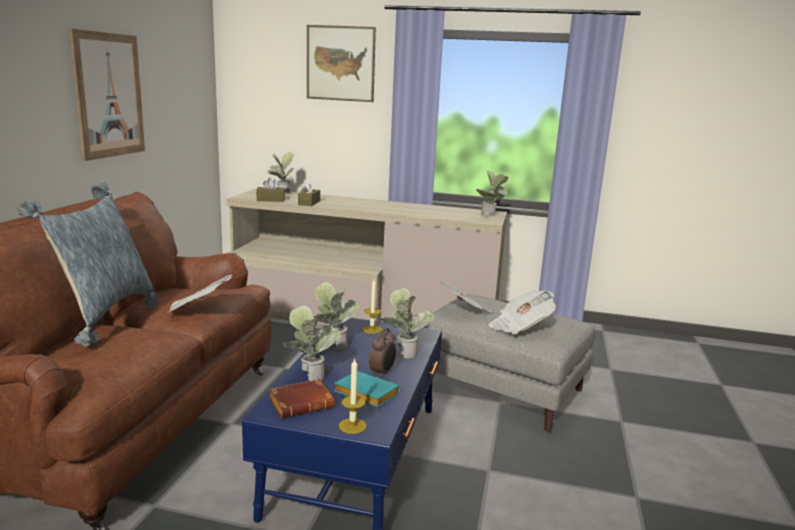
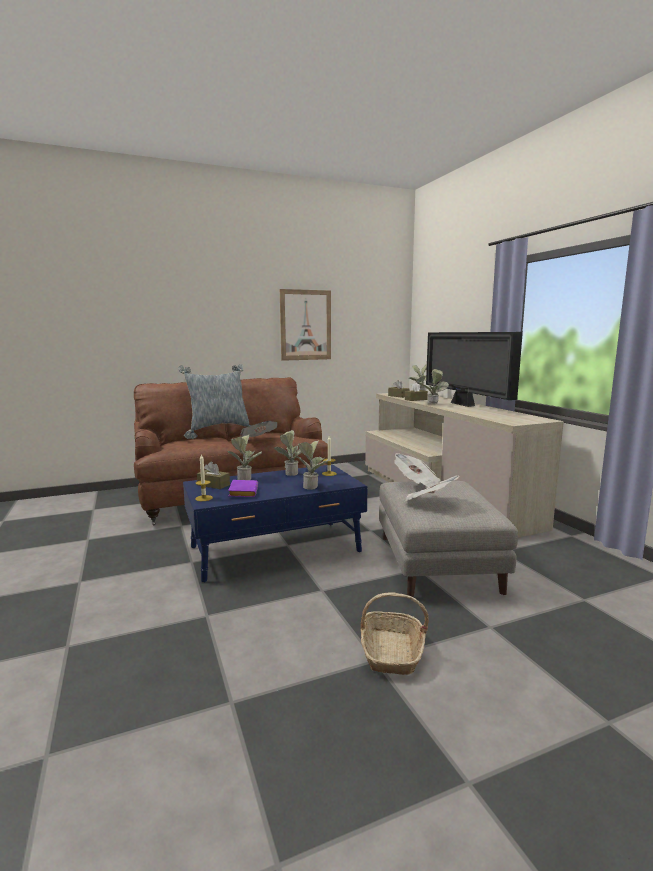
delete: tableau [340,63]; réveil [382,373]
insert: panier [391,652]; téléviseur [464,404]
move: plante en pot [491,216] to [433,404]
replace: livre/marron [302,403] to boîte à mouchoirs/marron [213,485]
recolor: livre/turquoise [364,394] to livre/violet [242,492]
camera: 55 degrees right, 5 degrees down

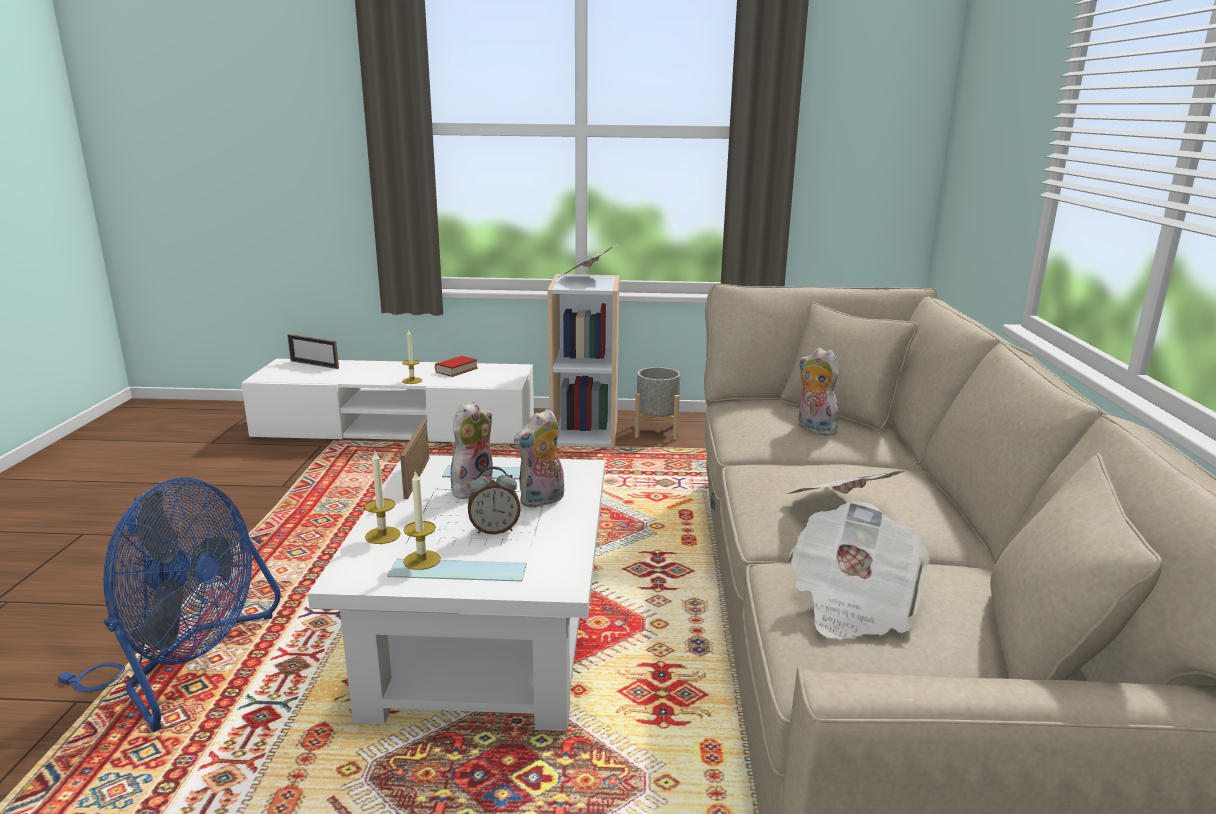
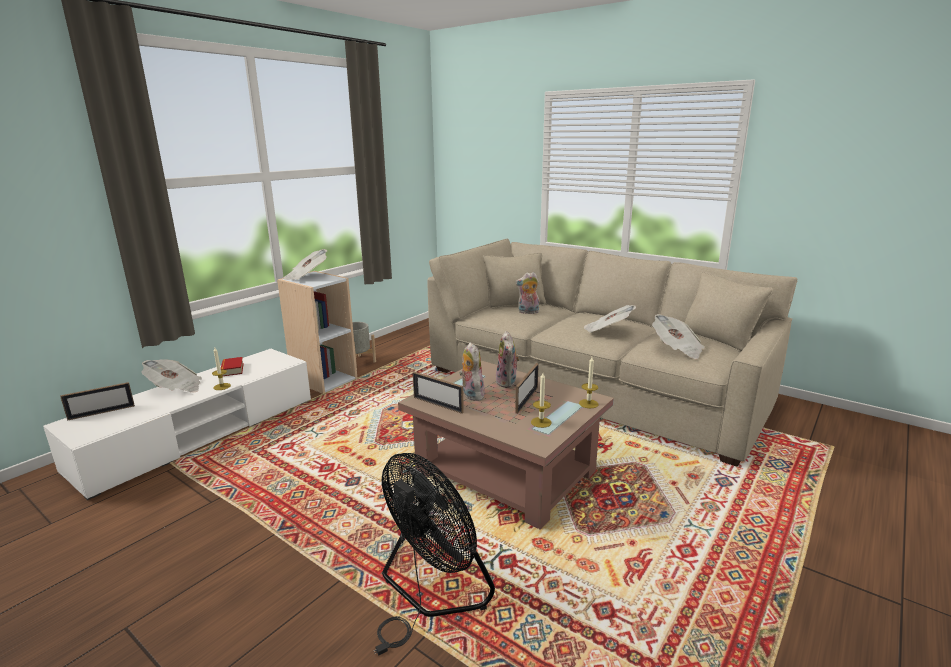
insert: journal [176,388]
move: bougie [382,535] to [588,403]
replace: réveil [494,530] to cadre photo [527,400]
recolor: ventilateur/bleu [181,668] to ventilateur/noir [422,589]; table basse/blanc [486,640] to table basse/marron [506,472]
camera: 55 degrees left, 0 degrees up

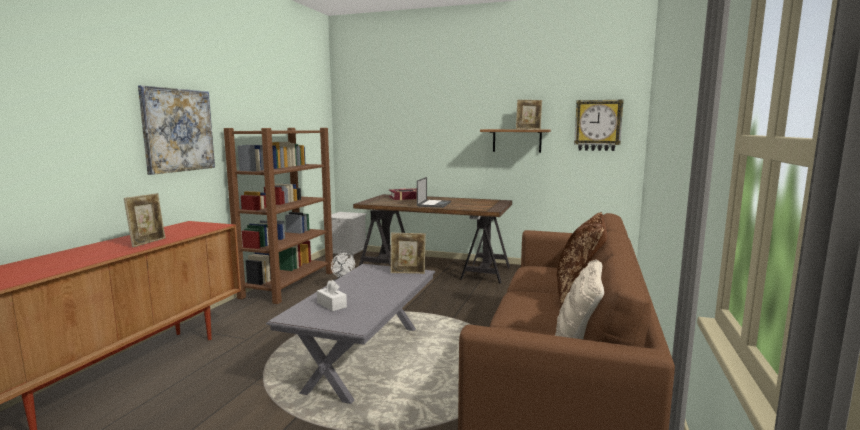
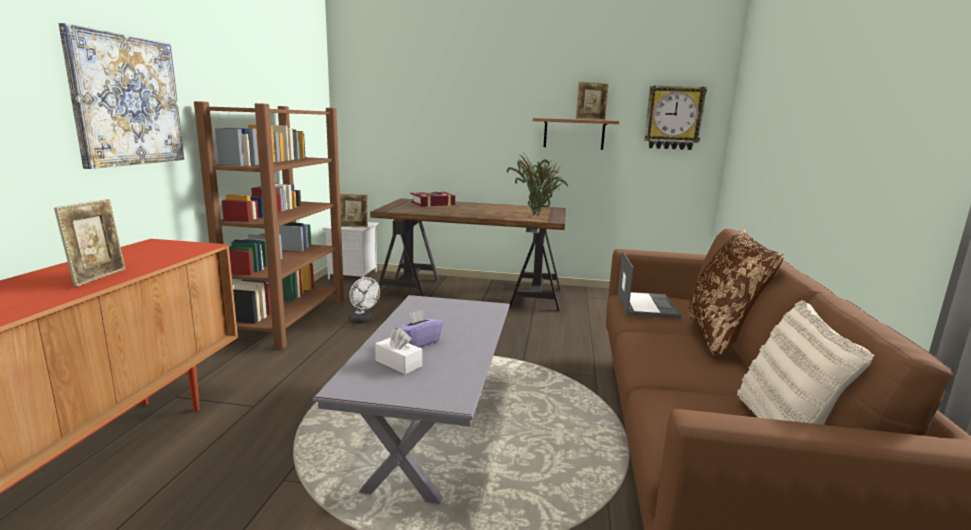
insert: boîte à mouchoirs/violet [418,342]; plante en pot [536,215]
move: cadre photo [408,273] to [354,227]; ordinateur portable [434,204] to [646,305]
camera: 10 degrees left, 5 degrees up

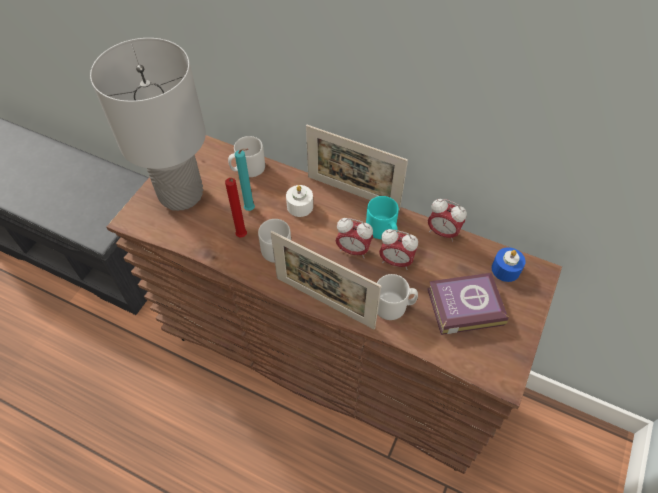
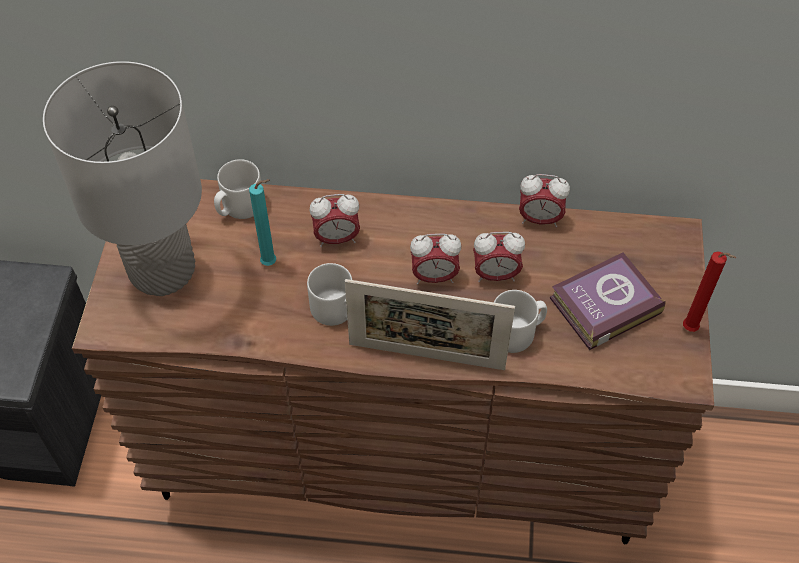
delete: cadre photo [353,193]; mug/turquoise [382,230]; bougie/bleu [505,269]
move: bougie/rouge [242,237] to [692,330]
replace: bougie/blanc [300,206] to réveil [336,238]
camera: 20 degrees left, 0 degrees up

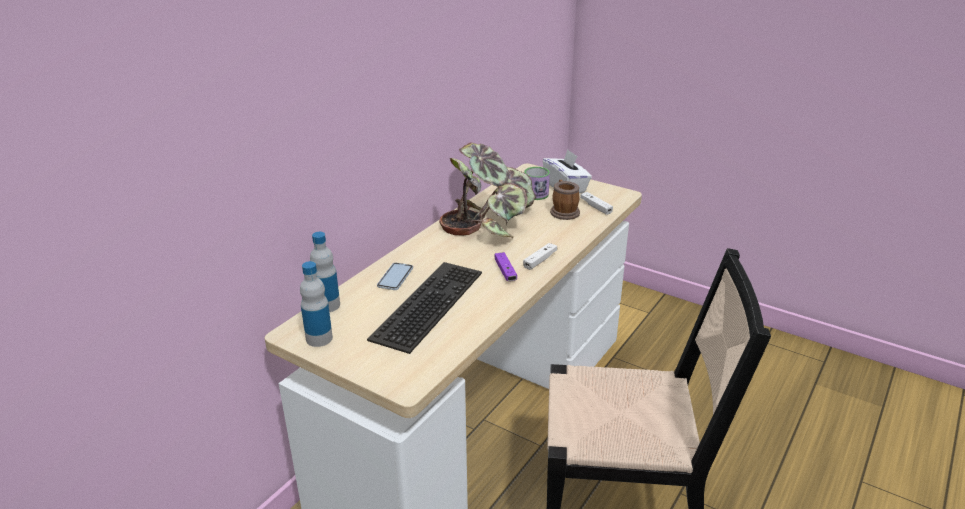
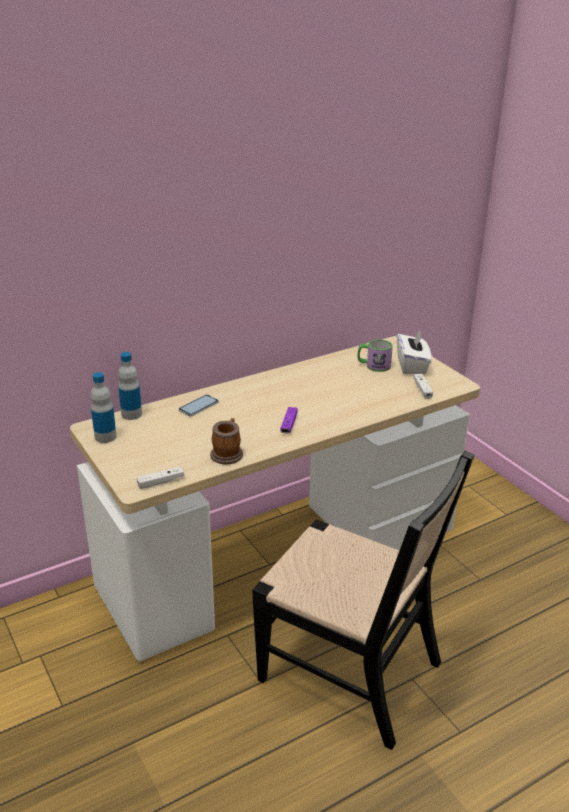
delete: clavier [426,303]; plante en pot [489,222]
move: manette/blanc [540,260] to [161,482]; mug [563,211] to [227,453]
camera: 25 degrees right, 0 degrees up

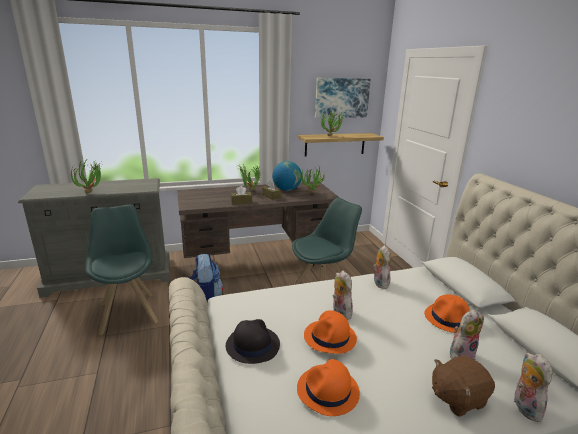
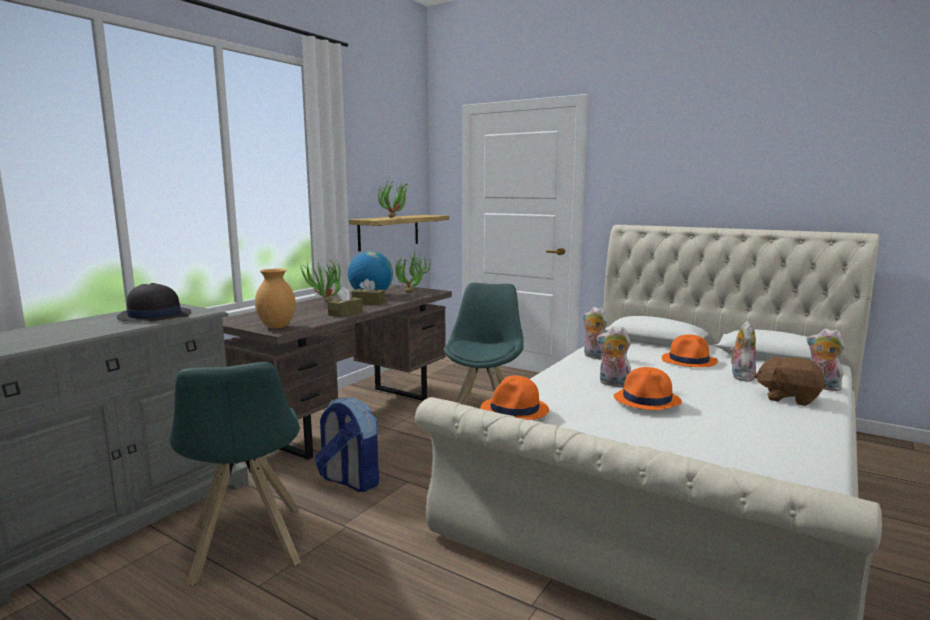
delete: plante en pot [92,192]; tableau [341,98]
insert: vase/marron [276,327]
move: chapeau/noir [252,345] to [154,316]; chapeau/orange [327,391] to [514,410]
rotate: chaise/turquoise [128,313] = [247,544] 135 degrees counterclockwise; peluche/marron [457,398] = [788,398] 90 degrees clockwise
camera: 40 degrees left, 10 degrees down

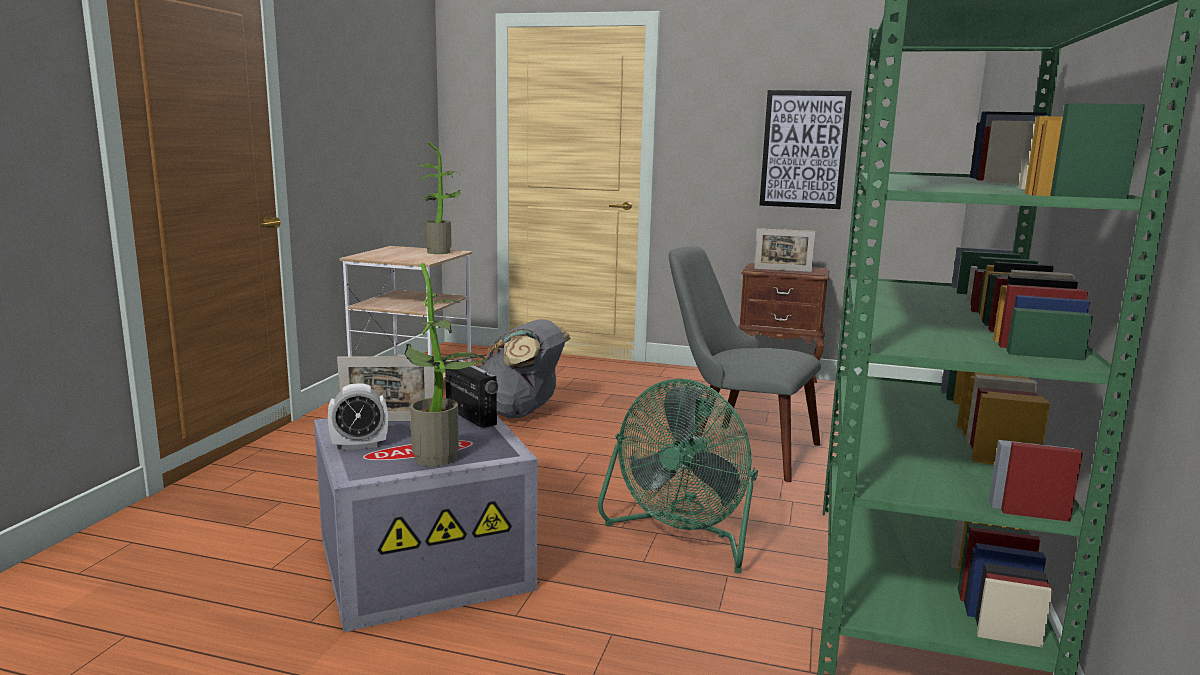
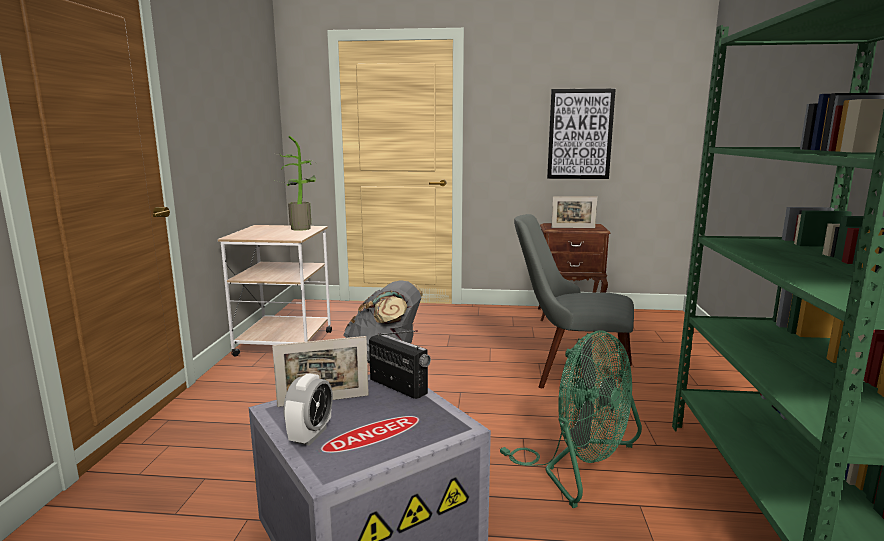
delete: plante en pot [443,457]
rotate: réveil [359,445] = [310,435] 45 degrees counterclockwise; ventilateur/vert [680,533] = [577,465] 75 degrees counterclockwise
camera: 10 degrees left, 0 degrees up

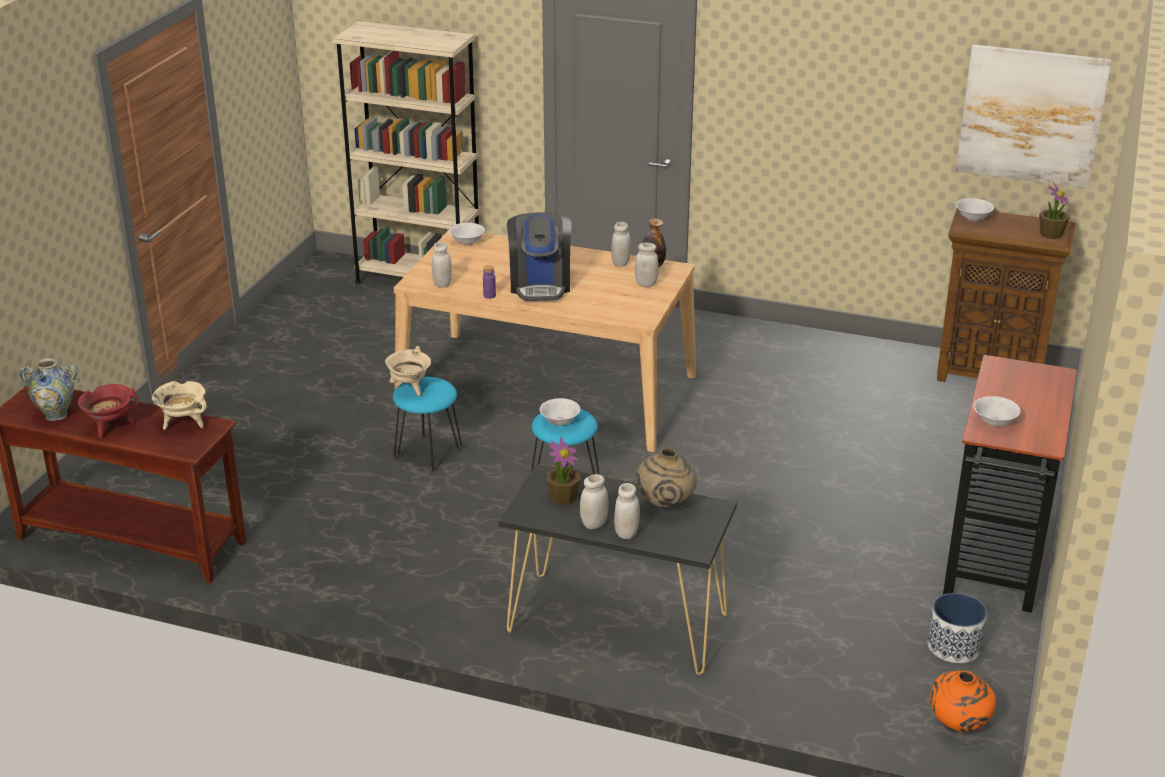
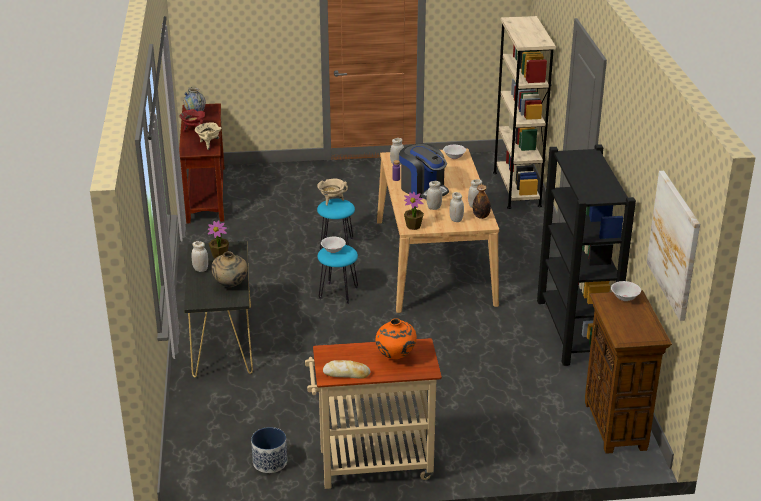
delete: bol/blanc [994,422]
insert: pain [346,373]; bibliothèque/noir [575,330]
move: vase/orange [958,727] to [396,357]; plante en pot [1051,234] to [413,226]; bocal/blanc [626,533] to [434,208]
recolor: chariot/noir [995,560] to chariot/beige [373,465]
rotate: machine à café [540,284] = [423,189] 105 degrees counterclockwise
camera: 65 degrees right, 0 degrees up

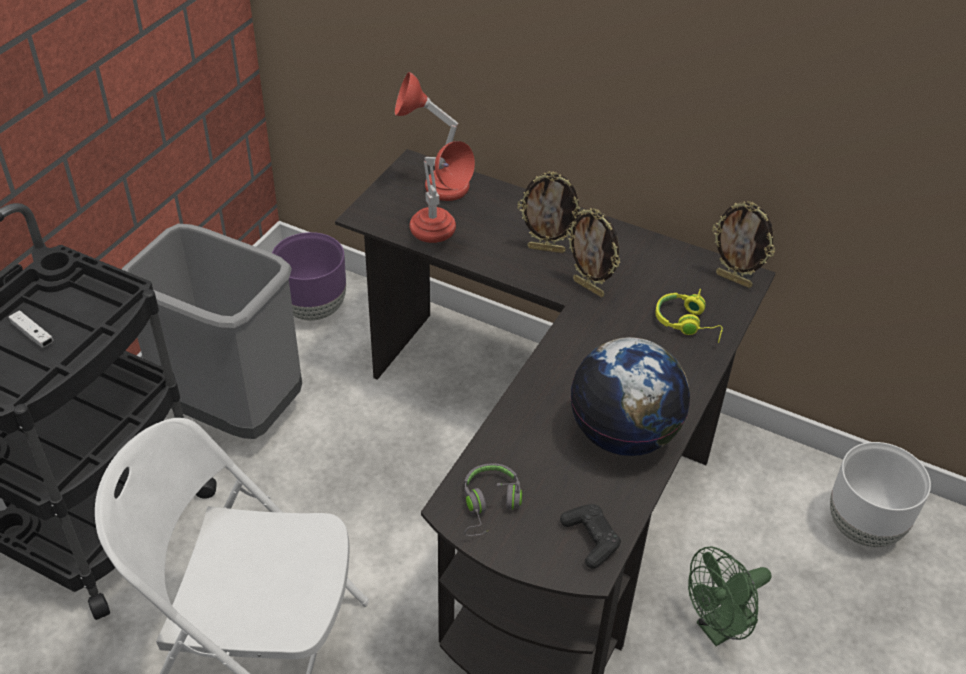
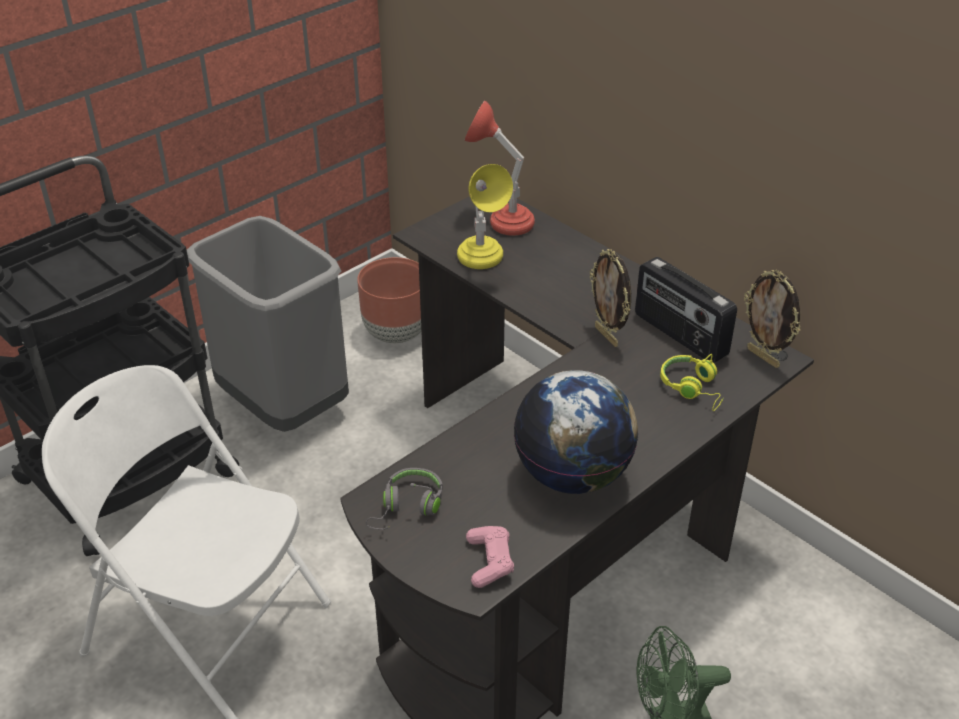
delete: manette/blanc [32,334]; cadre photo [546,249]; cache-pot/blanc [862,526]
insert: radio [679,335]
recolor: cache-pot/violet [314,308] to cache-pot/marron [397,333]; lampe de table/rouge [439,237] to lampe de table/jaune [483,265]; manette/noir [590,539] to manette/rose [489,562]
camera: 20 degrees right, 5 degrees down

